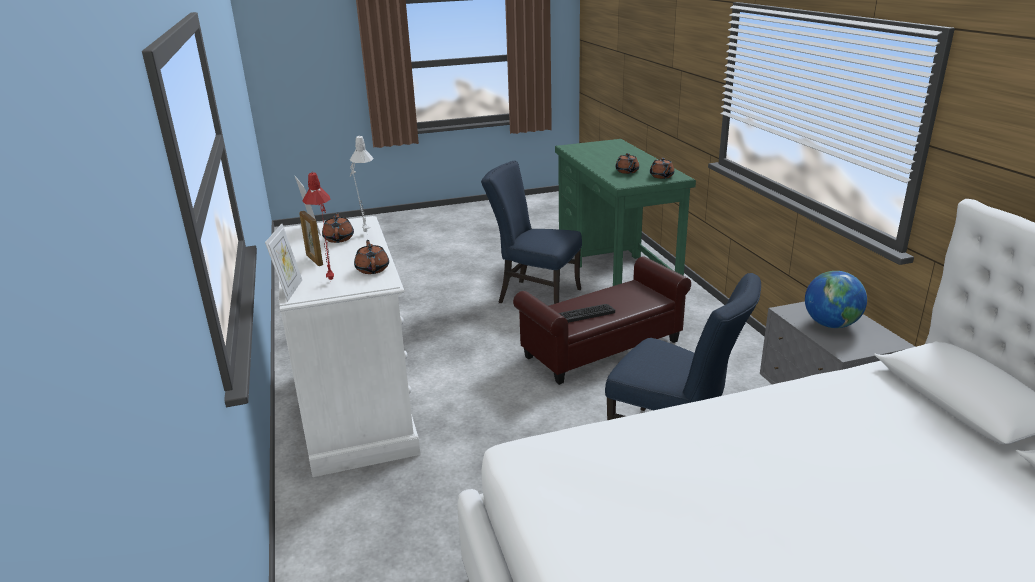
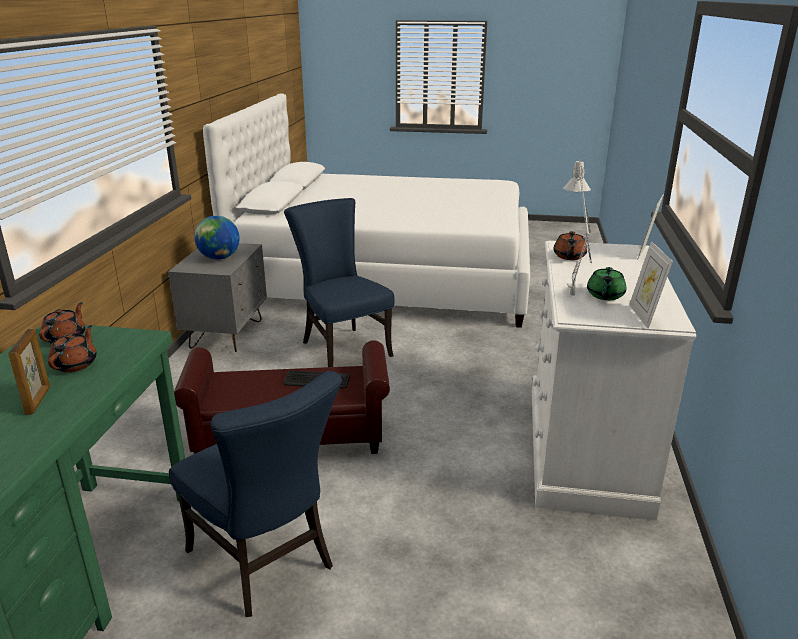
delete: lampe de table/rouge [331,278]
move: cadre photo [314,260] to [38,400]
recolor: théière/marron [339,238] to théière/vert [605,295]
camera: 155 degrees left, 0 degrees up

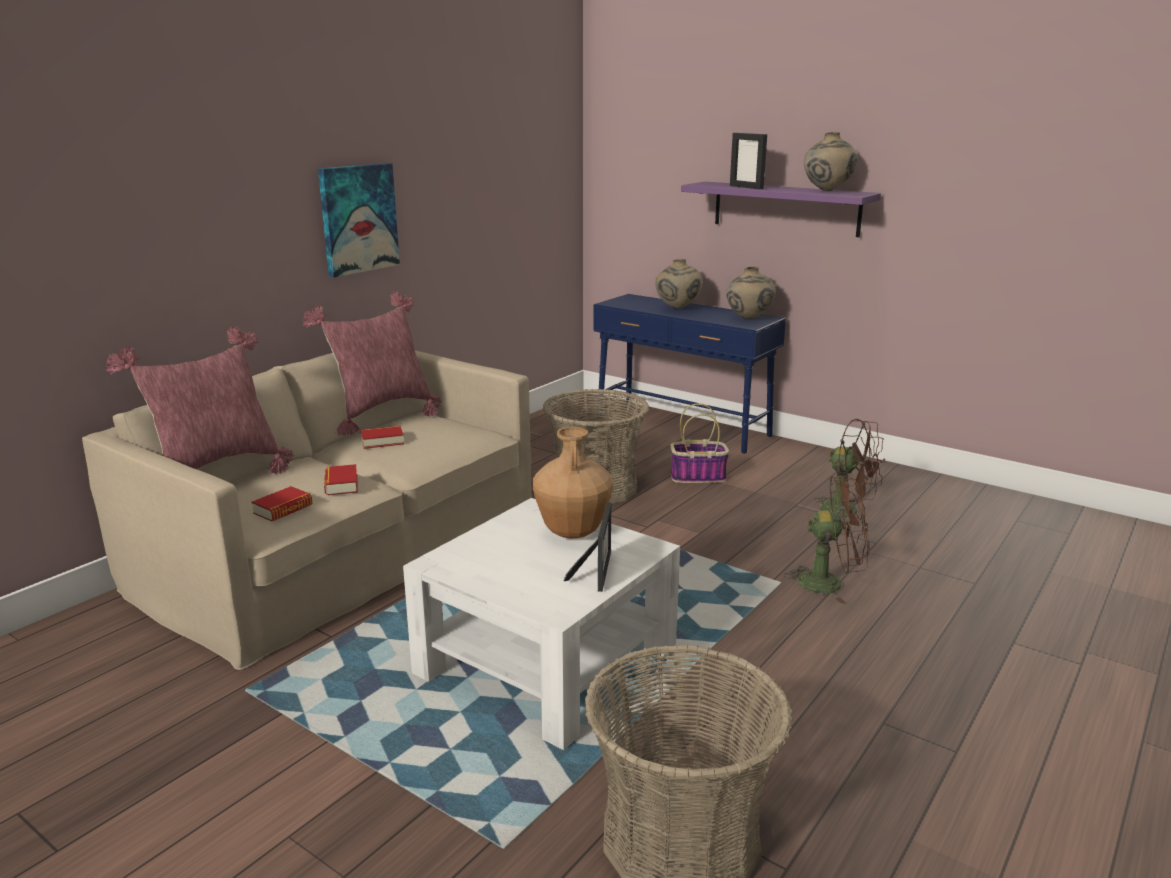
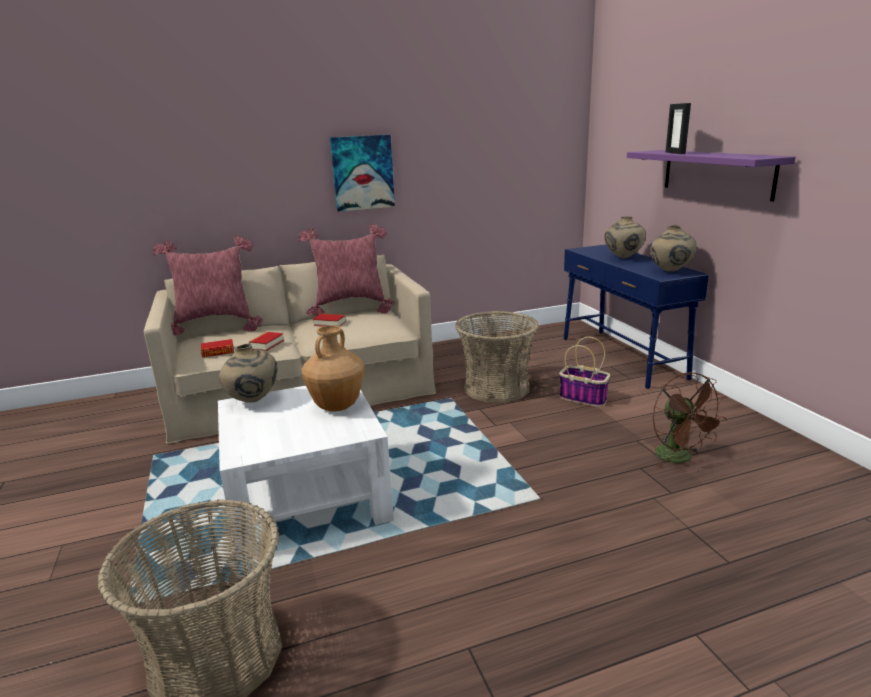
delete: cadre photo [596,570]; ventilateur/marron [829,583]
move: vase/beige [828,191] to [253,402]
camera: 35 degrees right, 0 degrees up

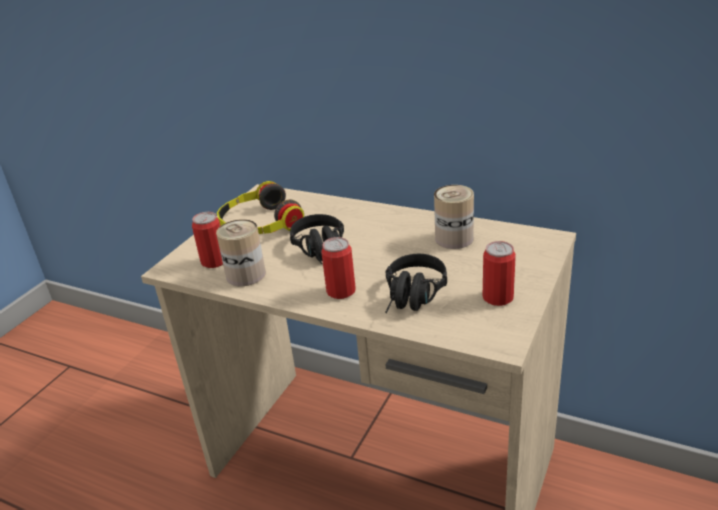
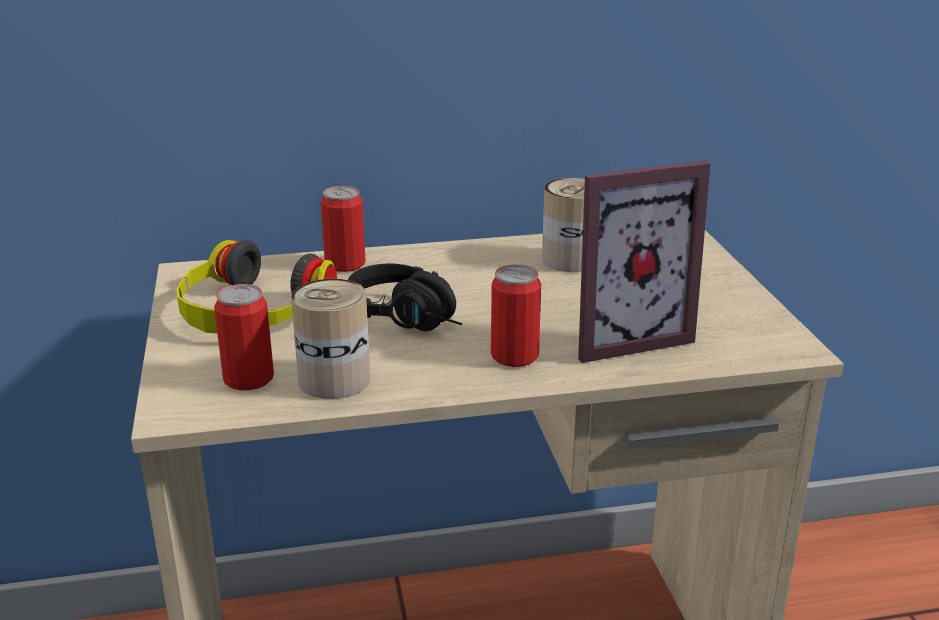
move: boîte métallique [498,297] to [345,264]
replace: casque audio/noir [413,299] to cadre photo [622,336]
camera: 40 degrees left, 5 degrees down

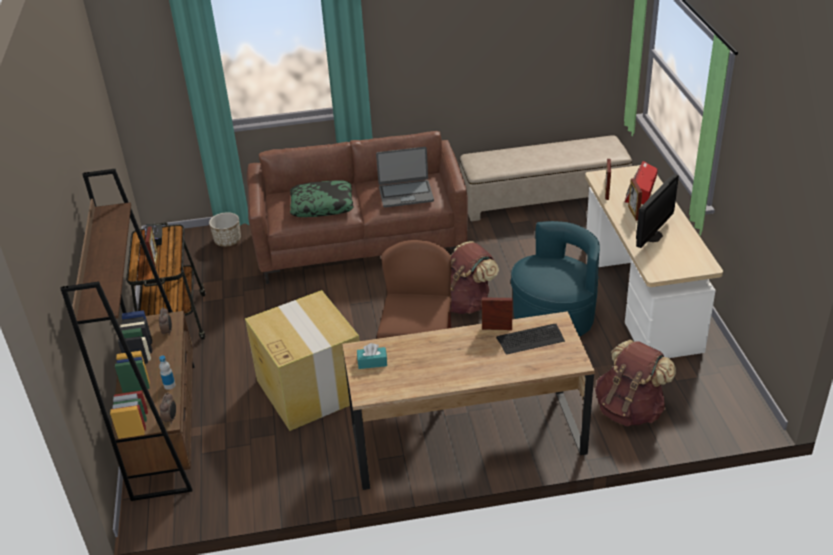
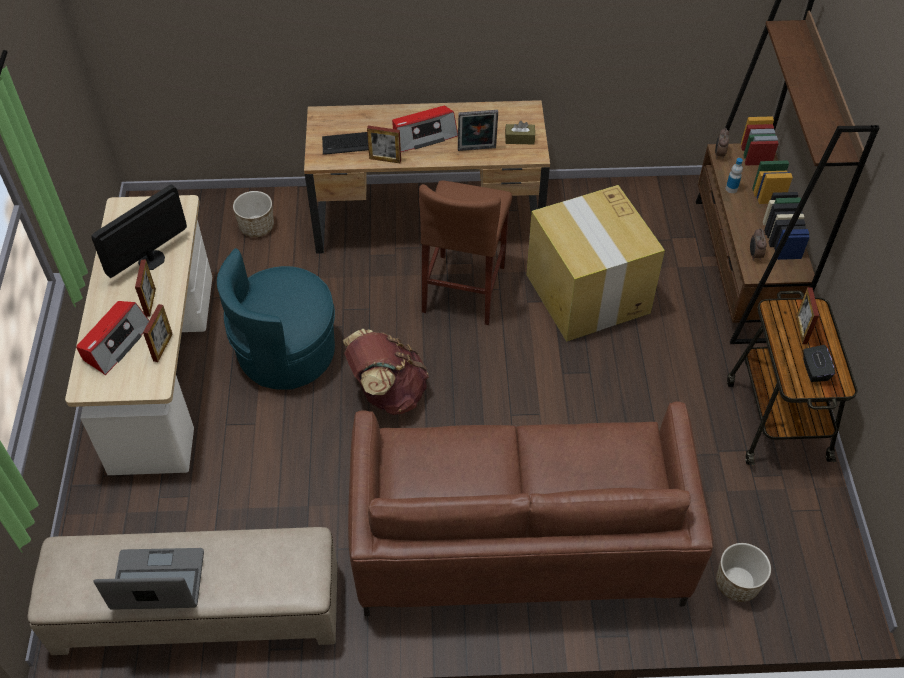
delete: coussin [322,205]
insert: radio [423,135]; cadre photo [477,150]
move: ordinateur portable [406,194] to [158,582]
replace: sac à dos/marron [630,410] to cache-pot [257,227]
recolor: boîte à mouchoirs/turquoise [372,362] to boîte à mouchoirs/marron [519,139]
camera: 175 degrees left, 15 degrees up

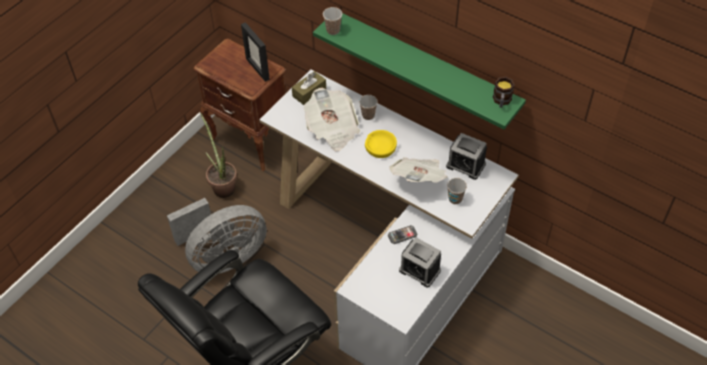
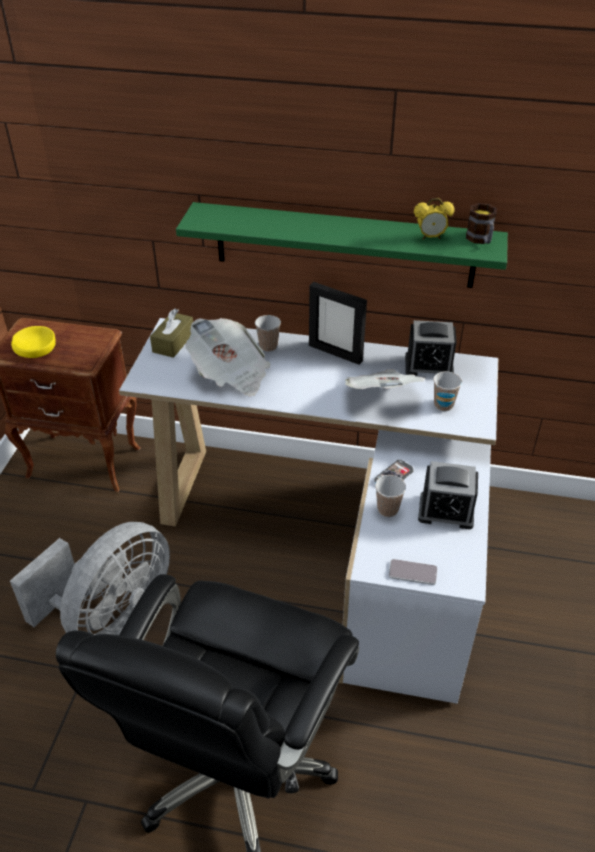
delete: plante en pot [222,186]
insert: téléphone [412,572]; réveil [430,237]
move: bol/jaune [380,147] to [35,347]; cadre photo [258,69] to [336,352]; tasse [333,30] to [387,509]
camera: 25 degrees left, 10 degrees down

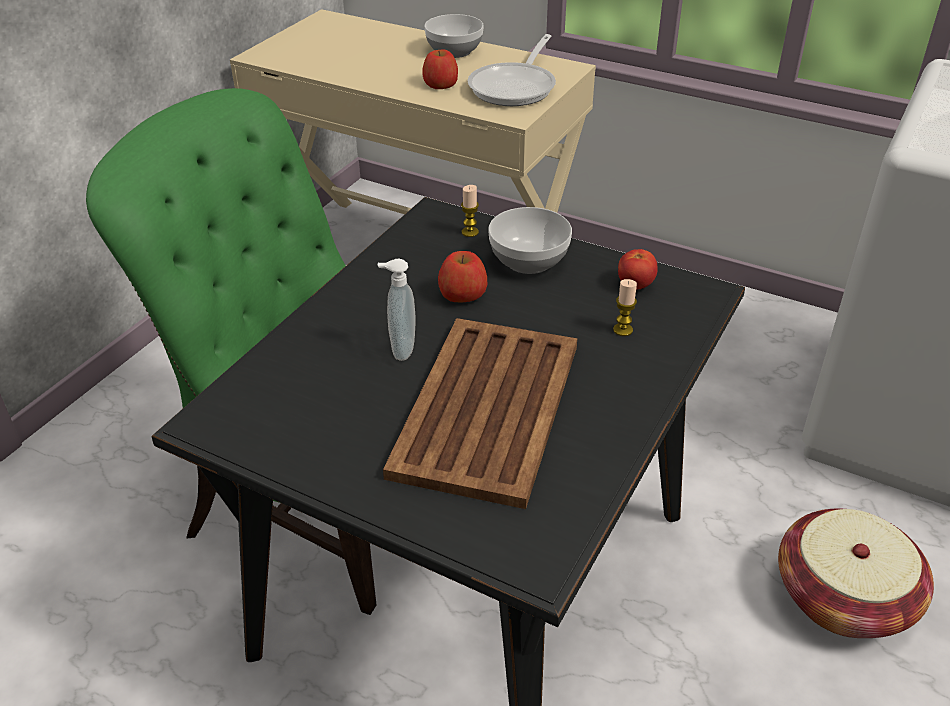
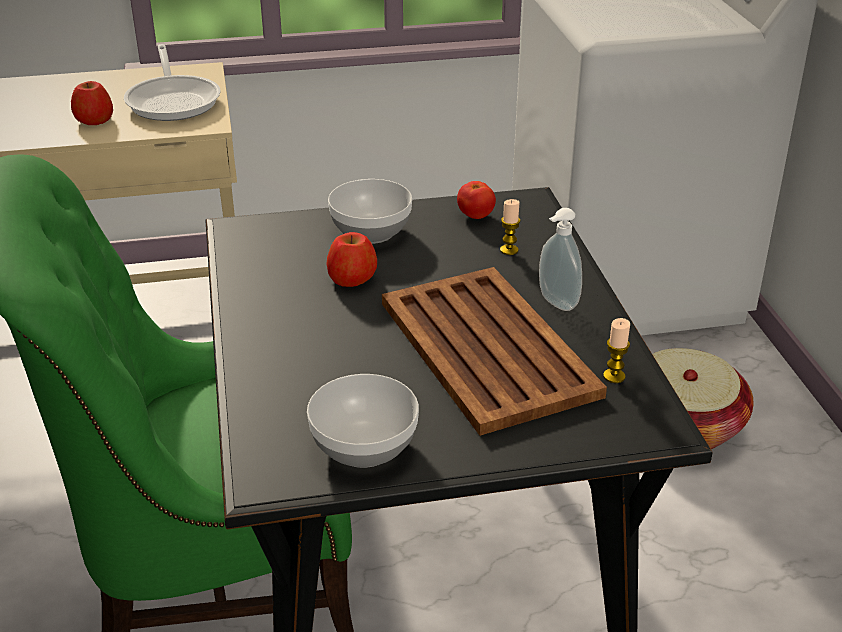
move: bol [454,51] to [363,446]; distributeur de savon [400,349] to [555,303]; bougie [470,232] to [614,376]
camera: 40 degrees left, 5 degrees down

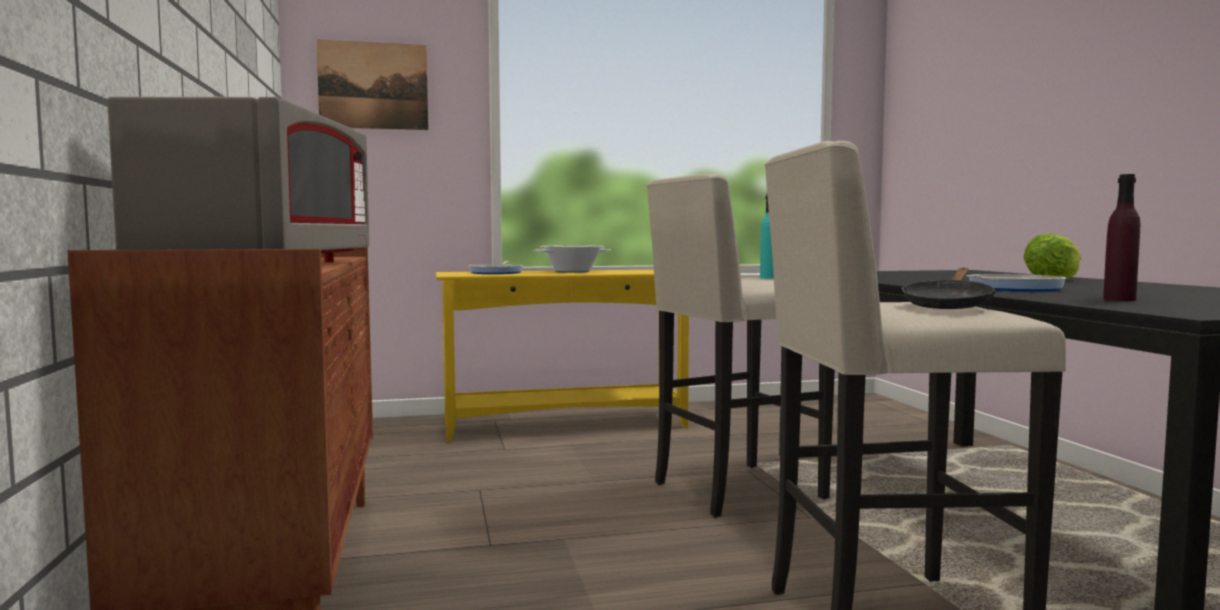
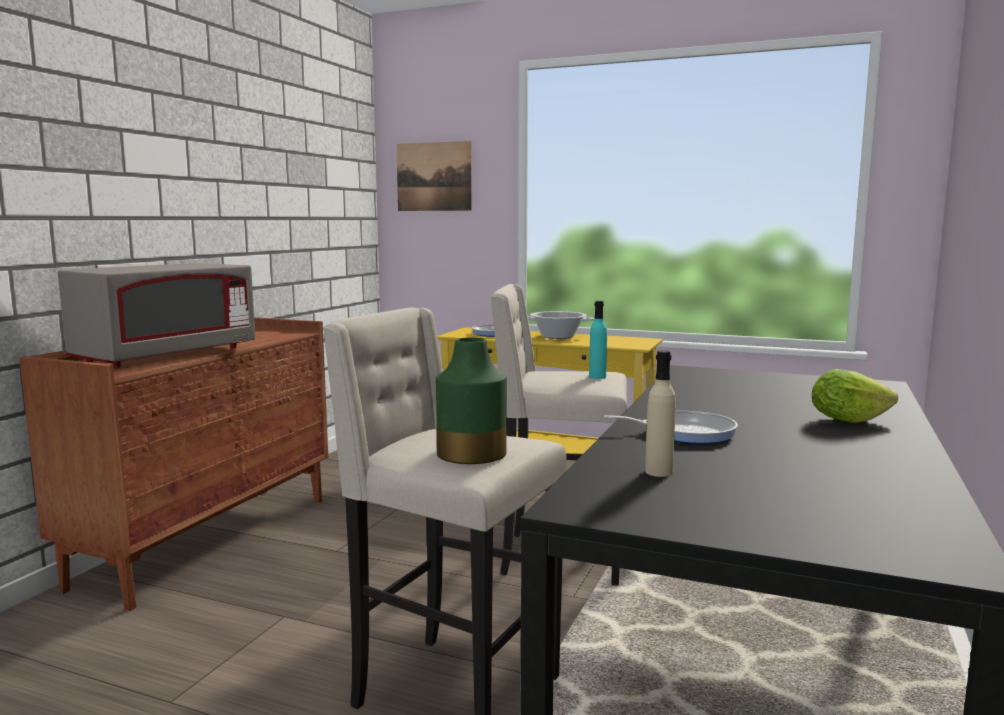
replace: poêle/noir [948,305] to vase/vert [471,452]
recolor: bouteille/violet [1119,299] to bouteille/beige [659,472]
camera: 35 degrees right, 5 degrees up

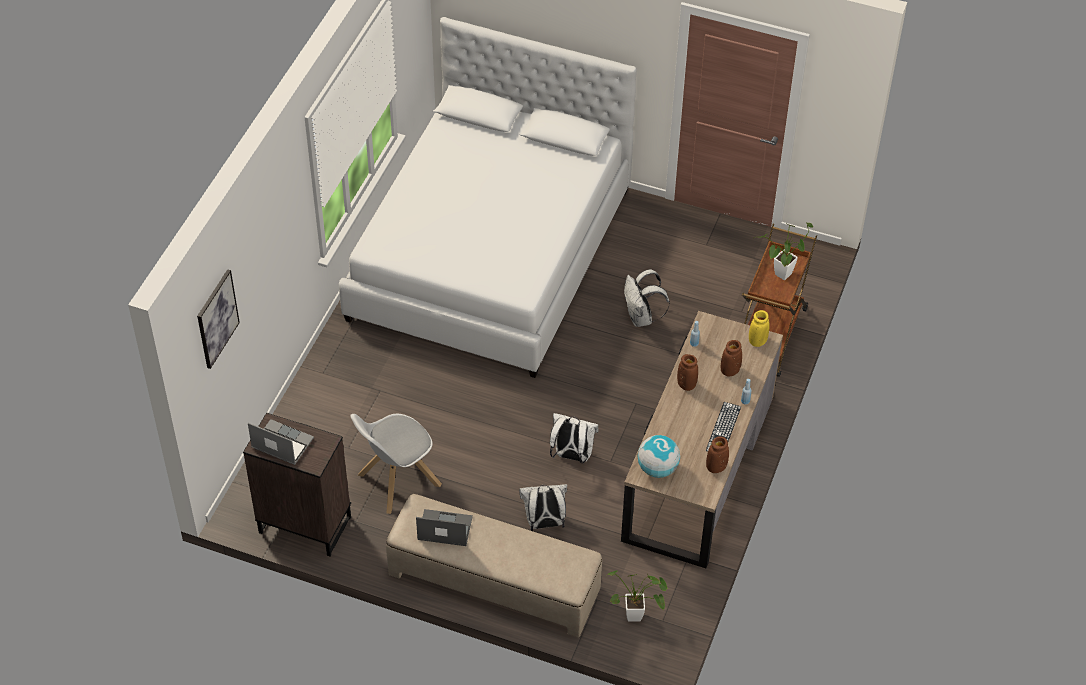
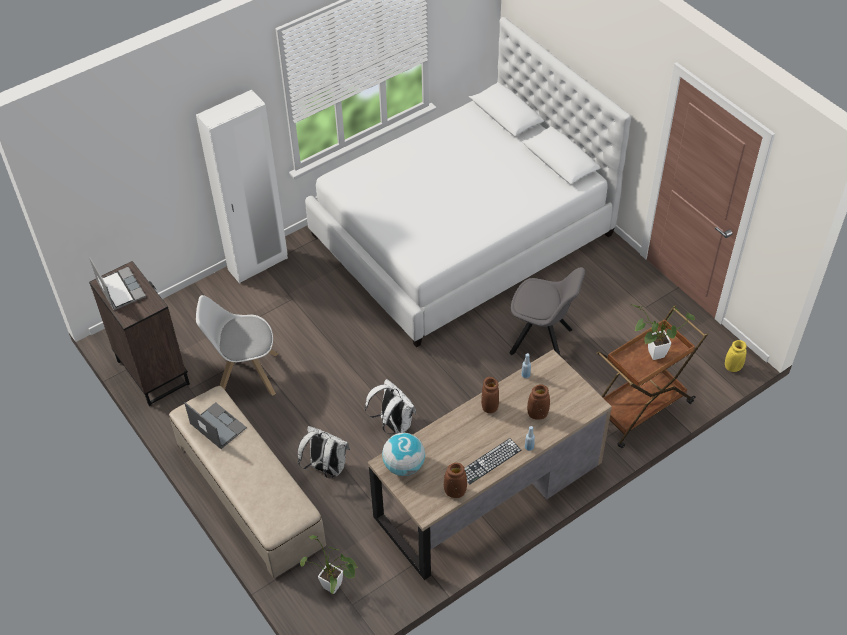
delete: tableau [217,318]
insert: armoire/blanc [258,264]
move: vase/jaune [757,341] to [732,367]
replace: sac à dos/blanc [641,318] to chaise/gris [542,341]
camera: 35 degrees right, 0 degrees up

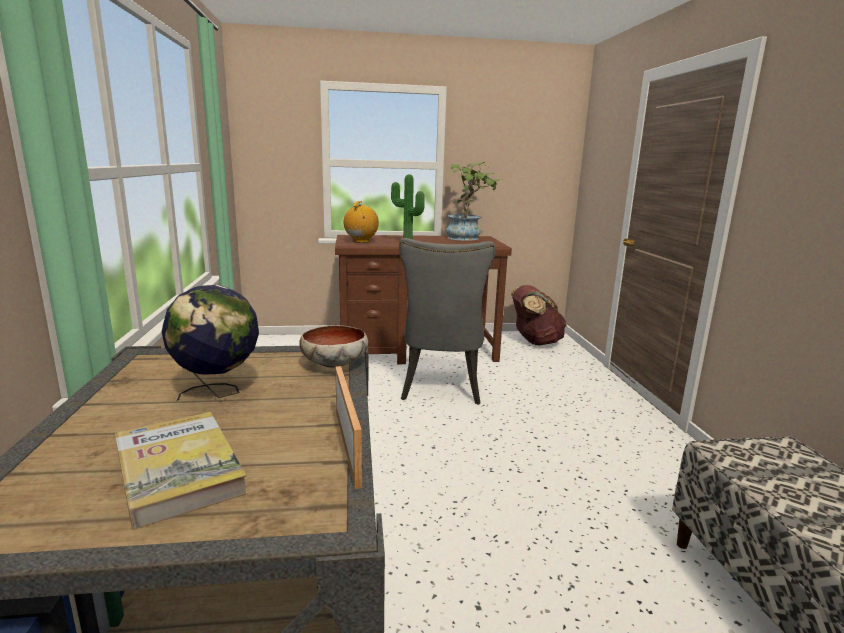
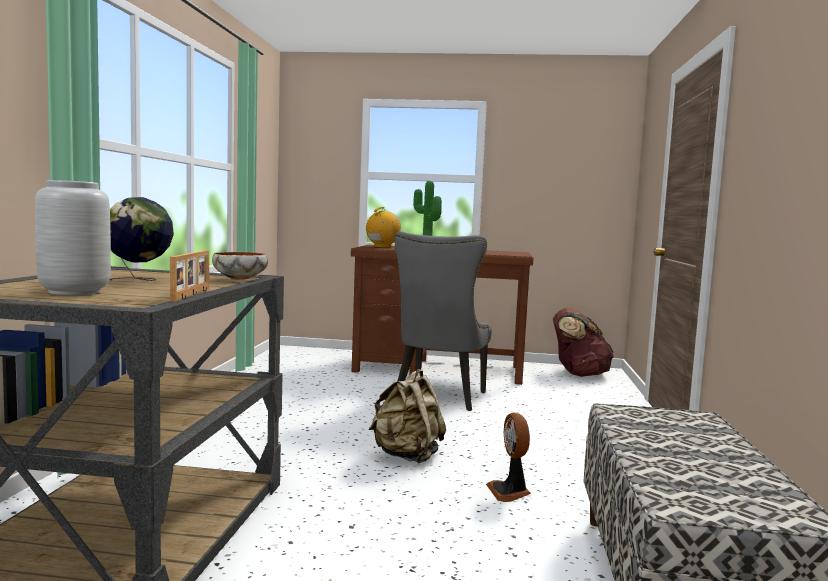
delete: plante en pot [468,238]
insert: sac à dos/beige [407,456]; ventilateur [510,492]
replace: livre [178,470] to vase/gris [76,292]
camera: 15 degrees right, 10 degrees down

